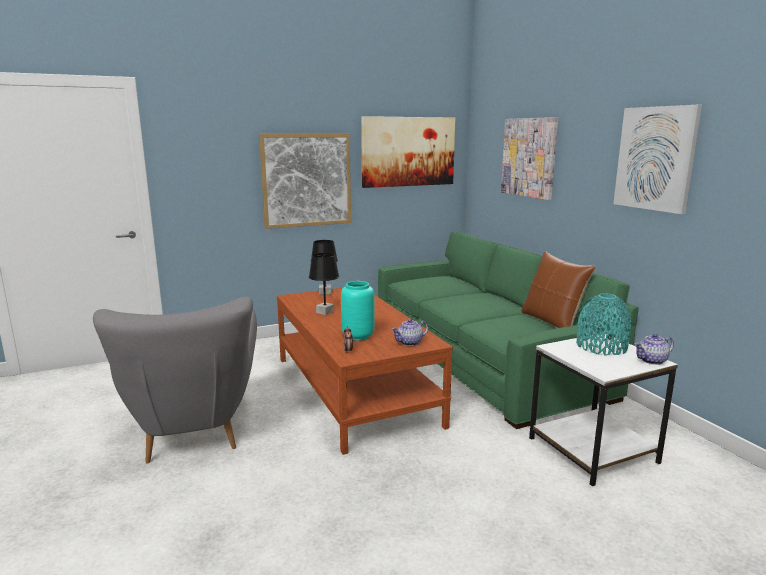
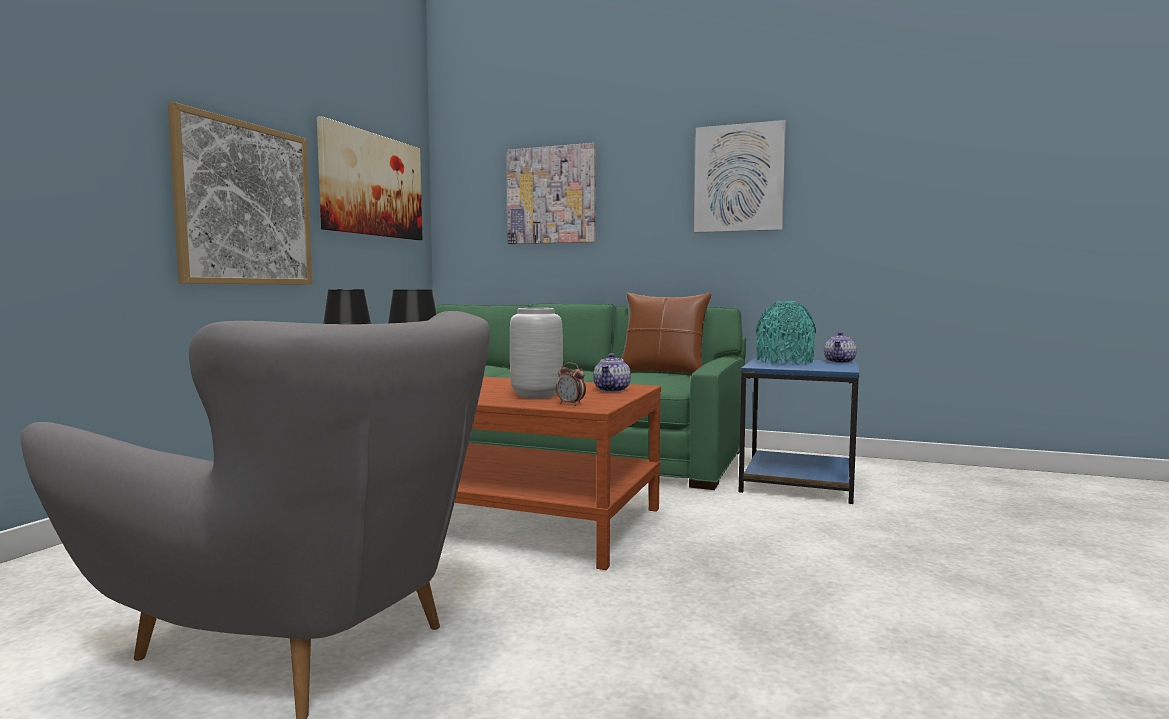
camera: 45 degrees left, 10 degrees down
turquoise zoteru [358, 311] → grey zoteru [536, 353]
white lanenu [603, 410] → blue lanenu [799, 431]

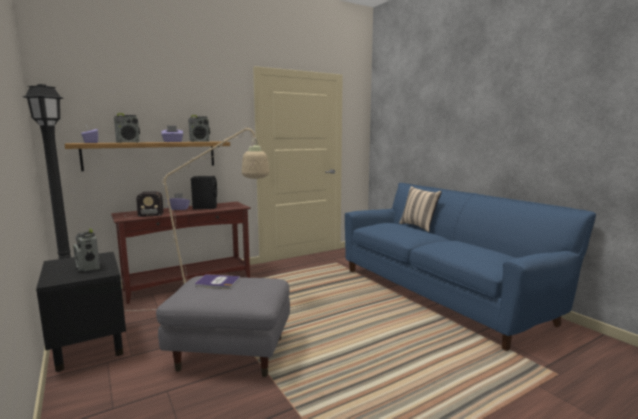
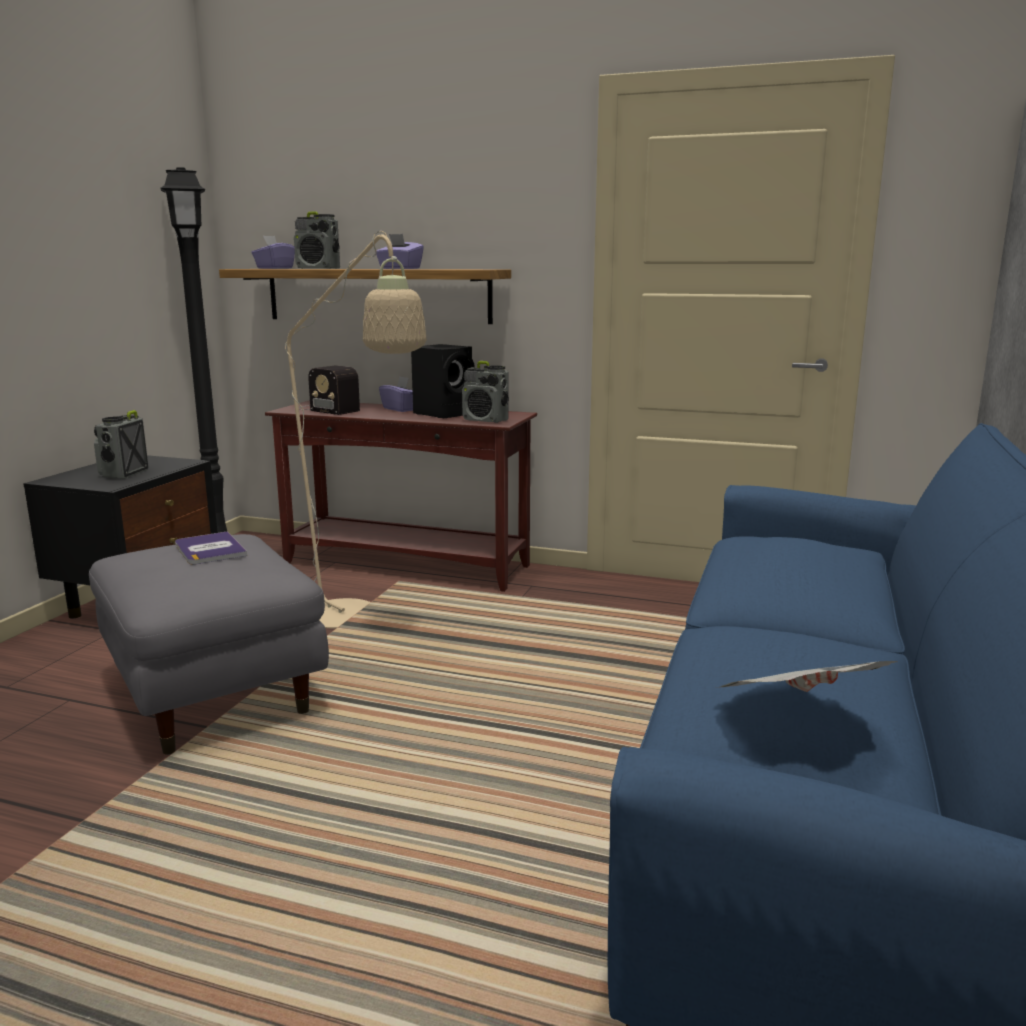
camera: 50 degrees right, 5 degrees up
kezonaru [199, 128] → kezonaru [485, 392], moved
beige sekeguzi [420, 209] → -
- → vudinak [809, 676]

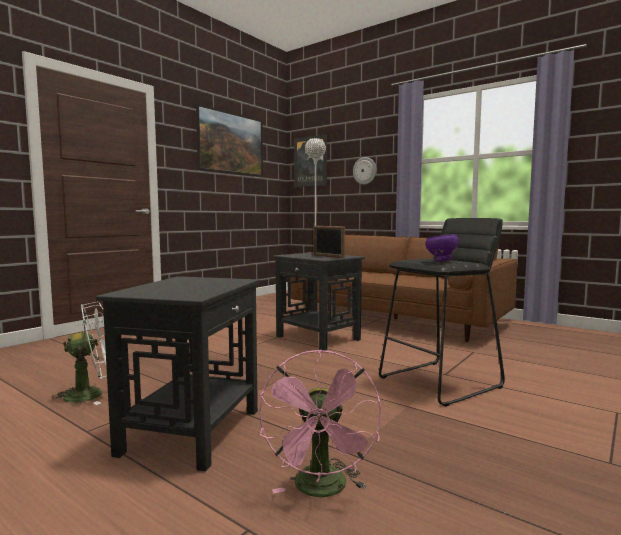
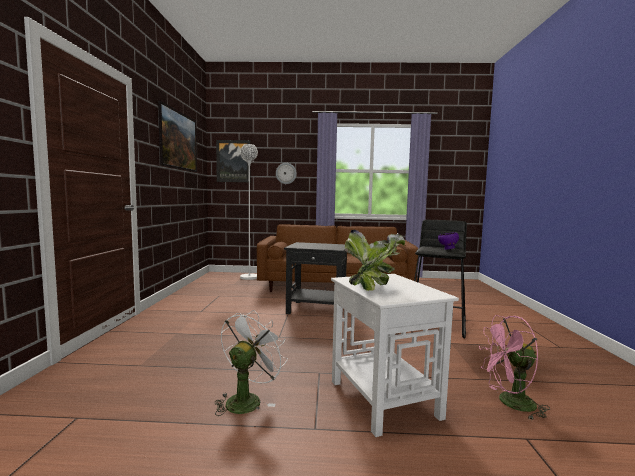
camera: 35 degrees left, 0 degrees up
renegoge [329, 242] → -
black lanenu [178, 374] → white lanenu [395, 355]
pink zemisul [320, 423] → pink zemisul [514, 367], 120 degrees clockwise
- → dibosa [375, 260]

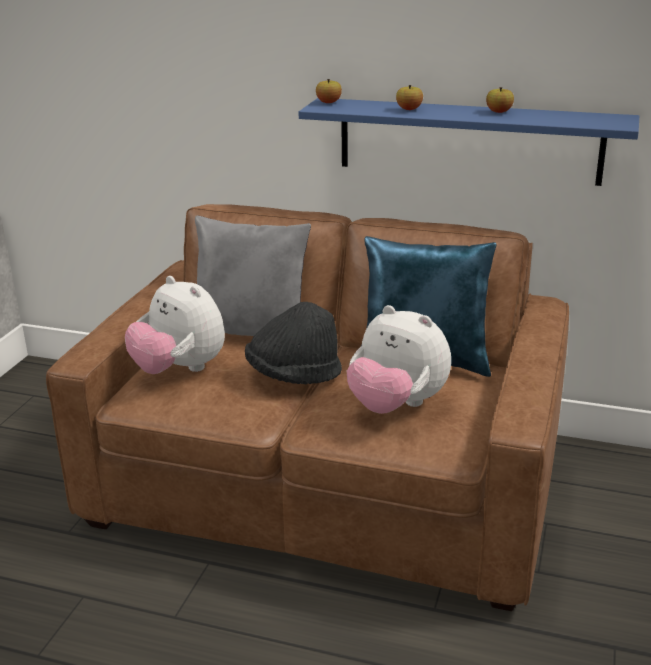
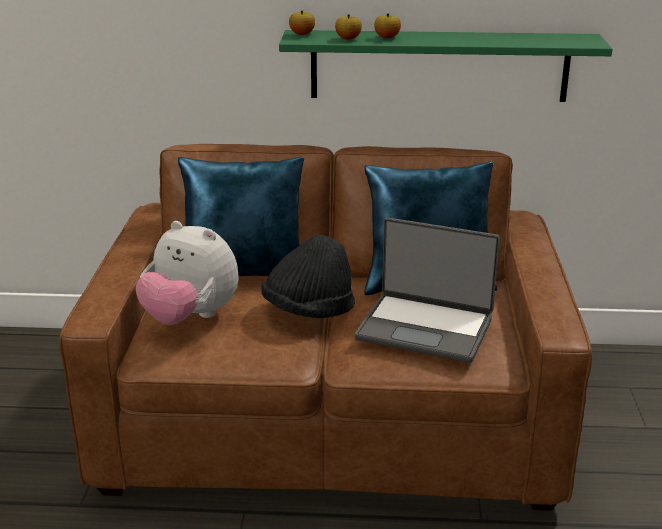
camera: 15 degrees left, 0 degrees up
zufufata [500, 100] → zufufata [348, 26], moved
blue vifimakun [469, 142] → green vifimakun [446, 66]
grey sekeguzi [253, 276] → blue sekeguzi [241, 216]
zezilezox [399, 359] → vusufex [427, 290]

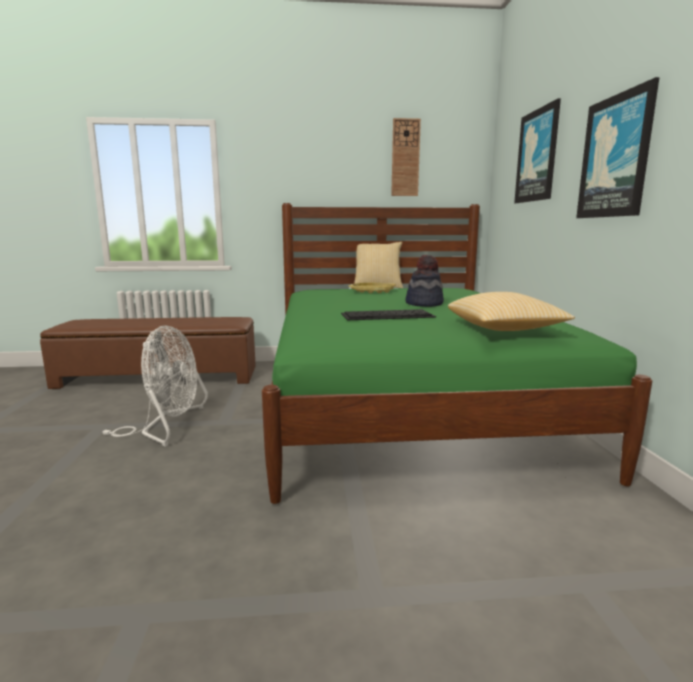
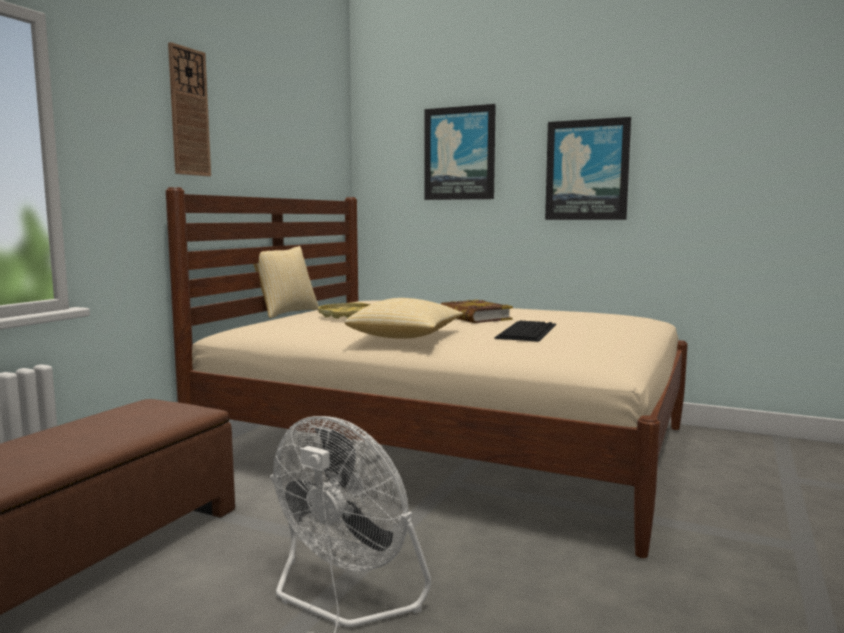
camera: 60 degrees left, 5 degrees down
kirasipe [406, 157] → kirasipe [189, 109], moved
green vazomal [457, 353] → beige vazomal [426, 372]
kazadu [425, 281] → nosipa [477, 311]
sekeguzi [511, 311] → sekeguzi [404, 318], moved

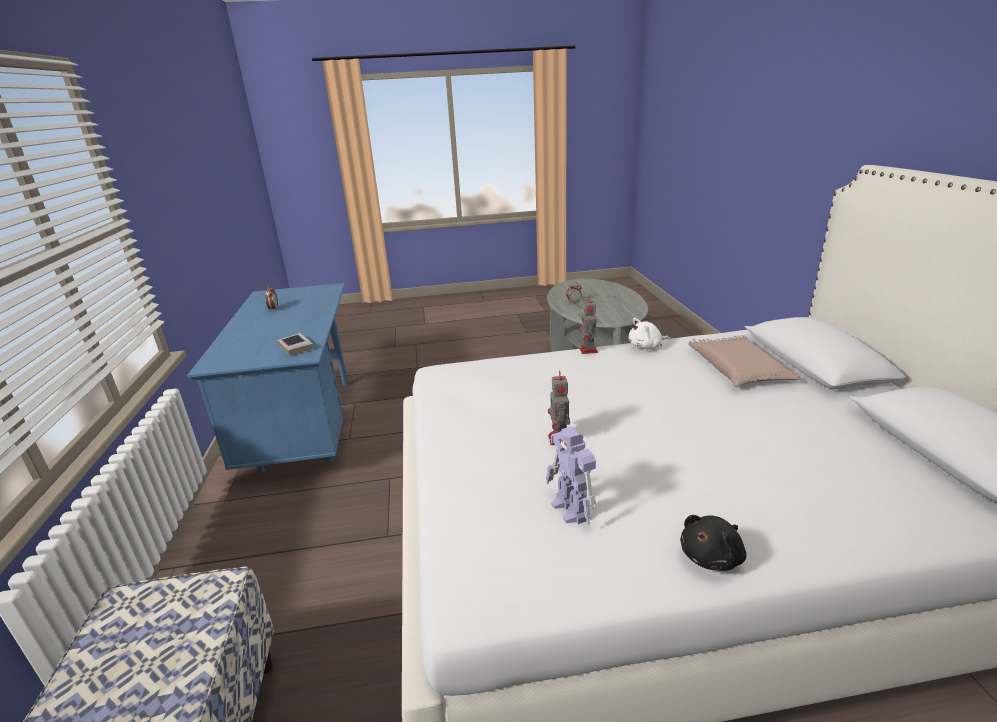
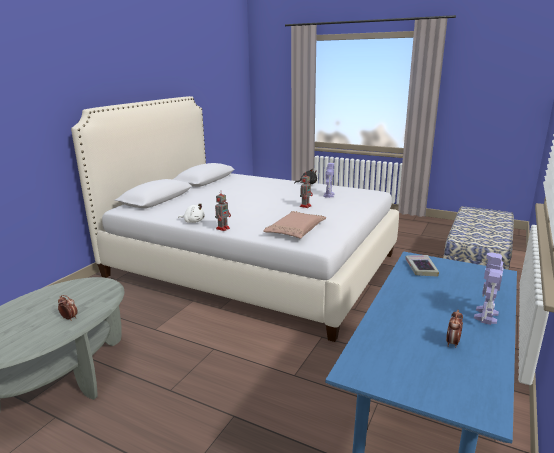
camera: 145 degrees left, 5 degrees down
beige sekeguzi [744, 360] → beige sekeguzi [294, 225], moved
- → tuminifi [489, 289]

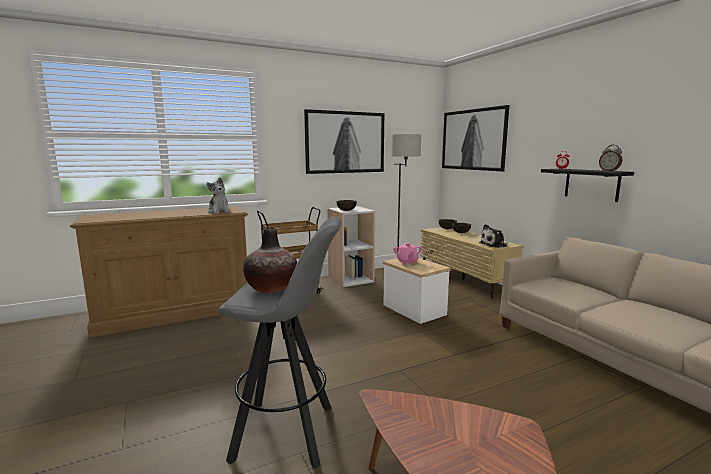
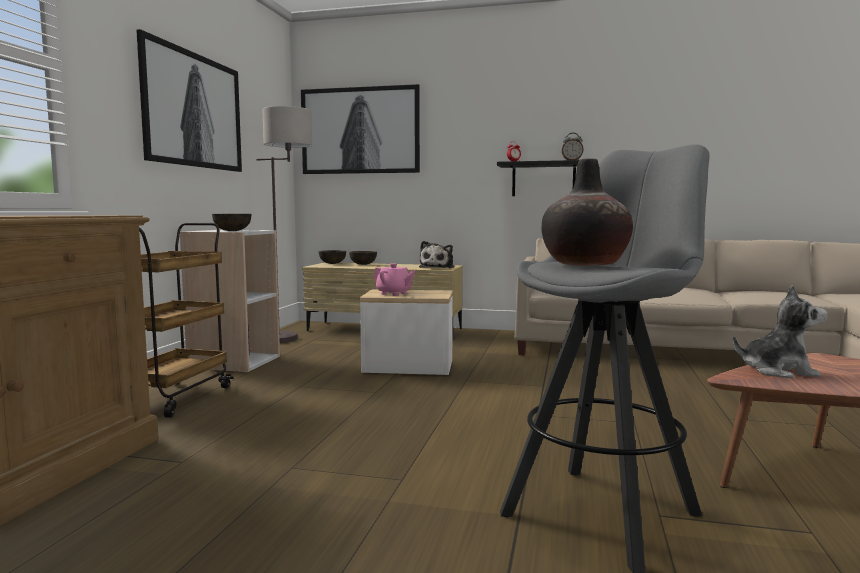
camera: 50 degrees left, 5 degrees down
zezilezox [218, 196] → zezilezox [780, 331], moved

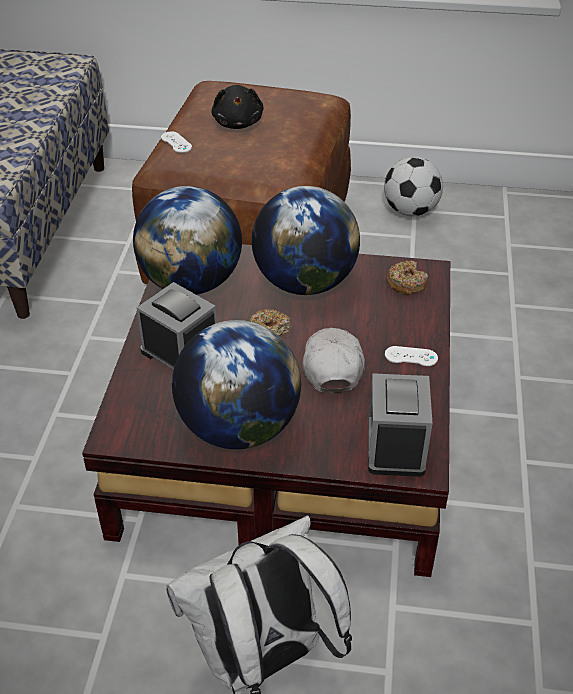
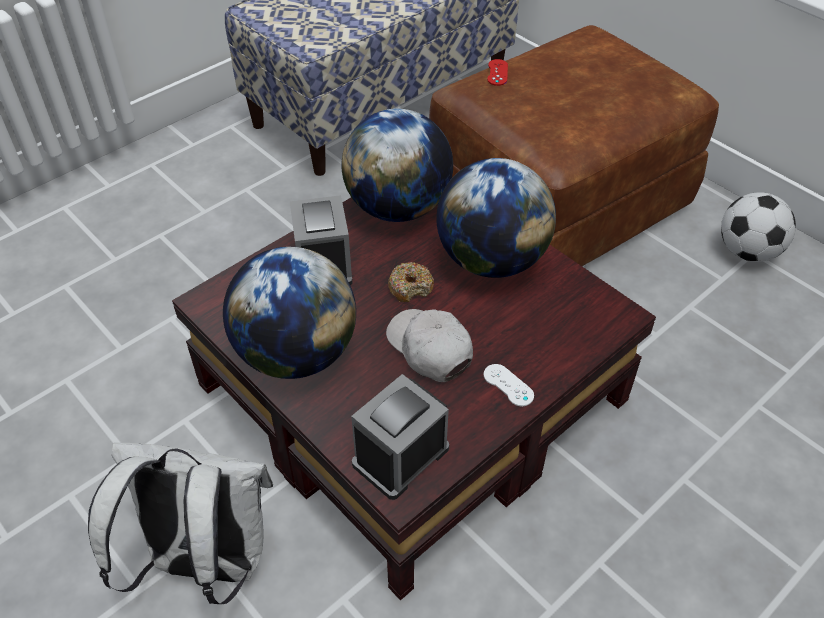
camera: 40 degrees right, 5 degrees up
black zezilezox [237, 107] → -
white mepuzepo [176, 142] → red mepuzepo [497, 72]
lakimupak [407, 278] → -
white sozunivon [334, 360] → white sozunivon [429, 345], 75 degrees counterclockwise

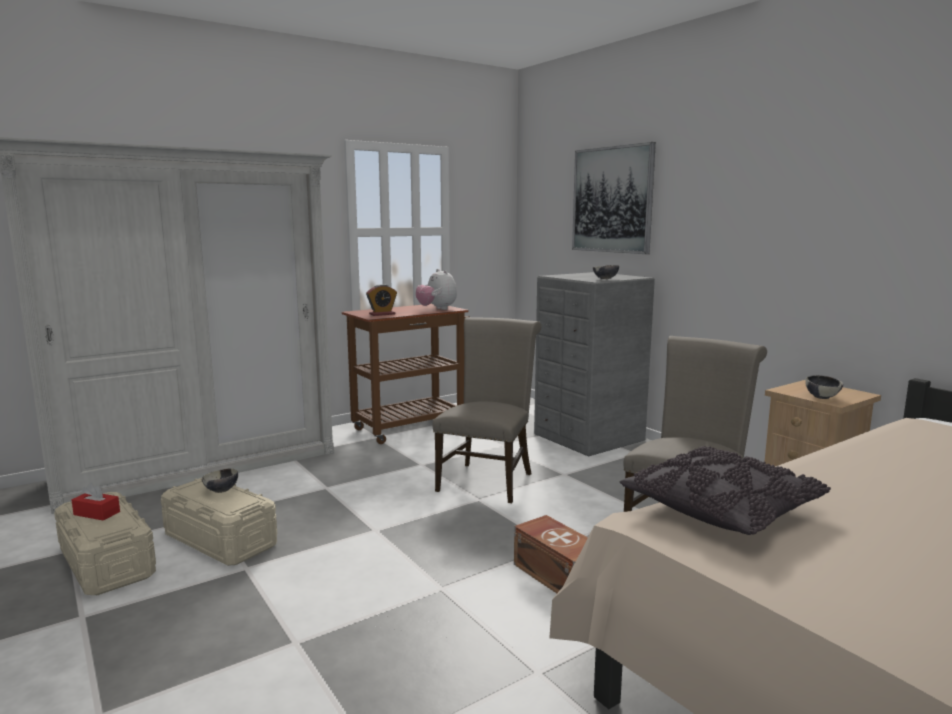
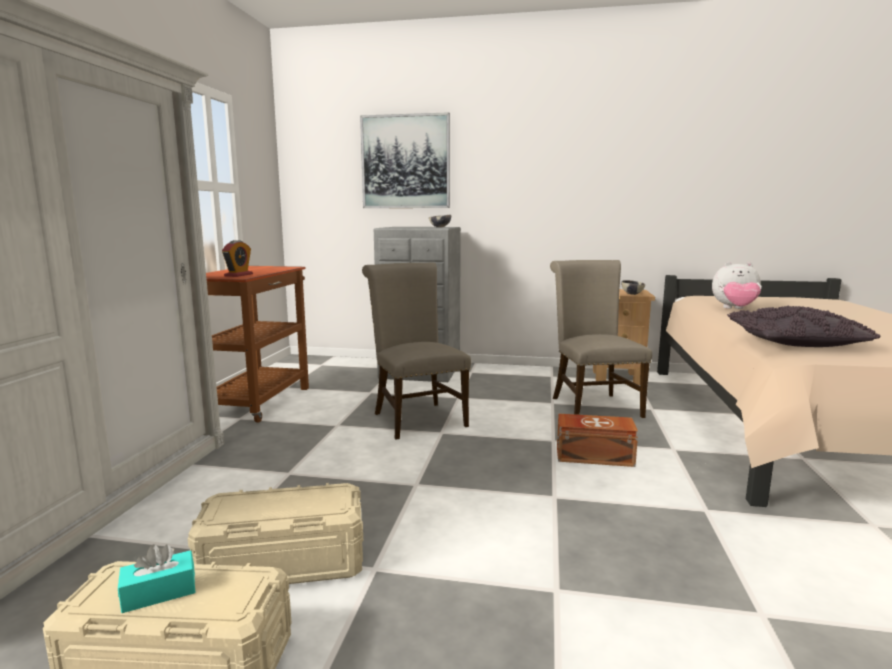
camera: 45 degrees left, 0 degrees up
zezilezox [436, 289] → zezilezox [737, 285], moved
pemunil [220, 480] → -
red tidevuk [96, 502] → turquoise tidevuk [156, 578]

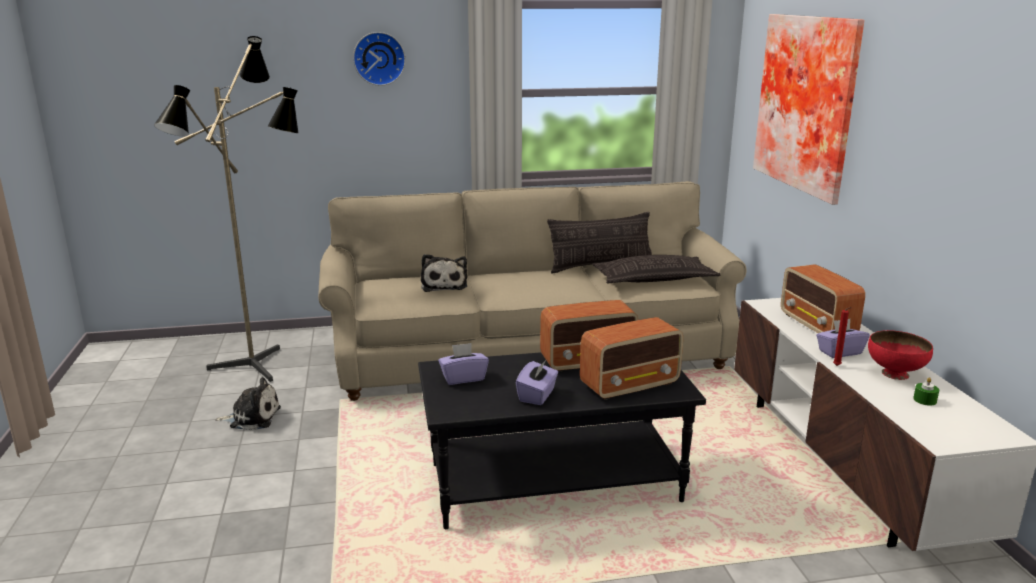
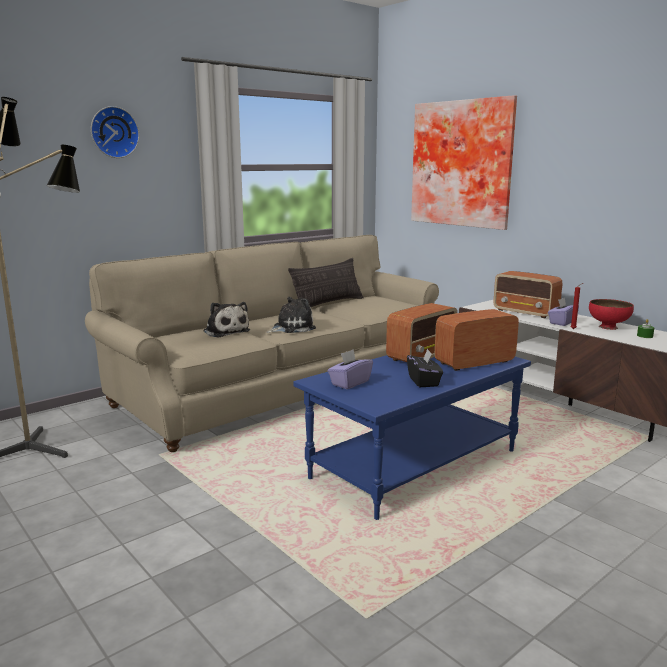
camera: 30 degrees left, 5 degrees down
sekeguzi [656, 269] → -
kezonaru [631, 358] → kezonaru [477, 340], 150 degrees counterclockwise
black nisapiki [562, 440] → blue nisapiki [412, 437]
purple tidevuk [537, 382] → black tidevuk [425, 367]
zezilezox [248, 403] → zezilezox [291, 315], moved

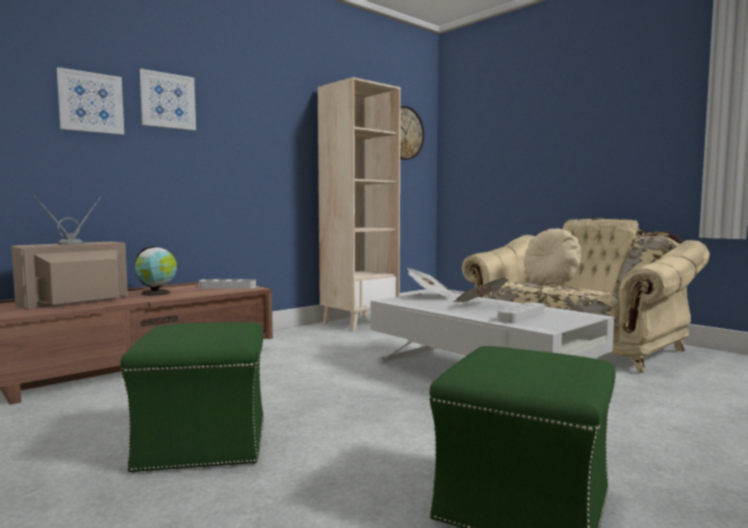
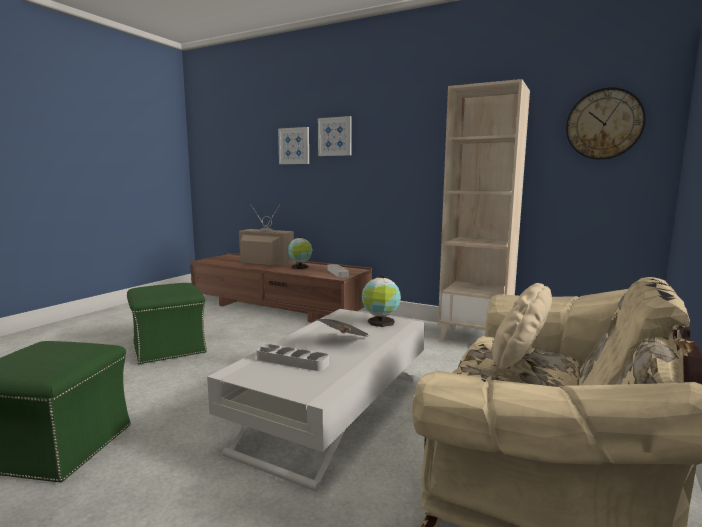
camera: 70 degrees right, 5 degrees up
vudinak [430, 283] → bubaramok [381, 301]

